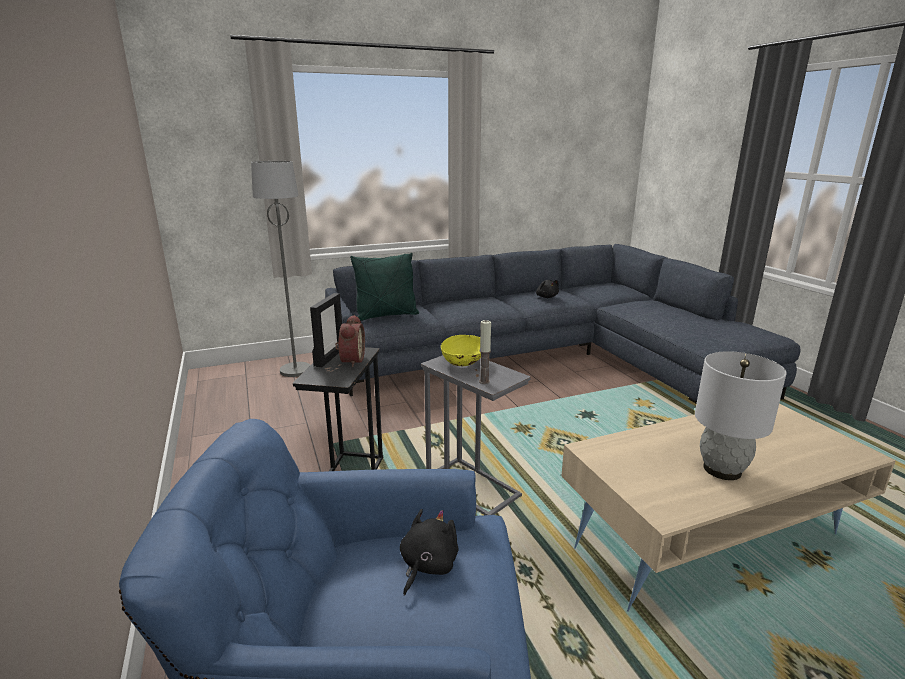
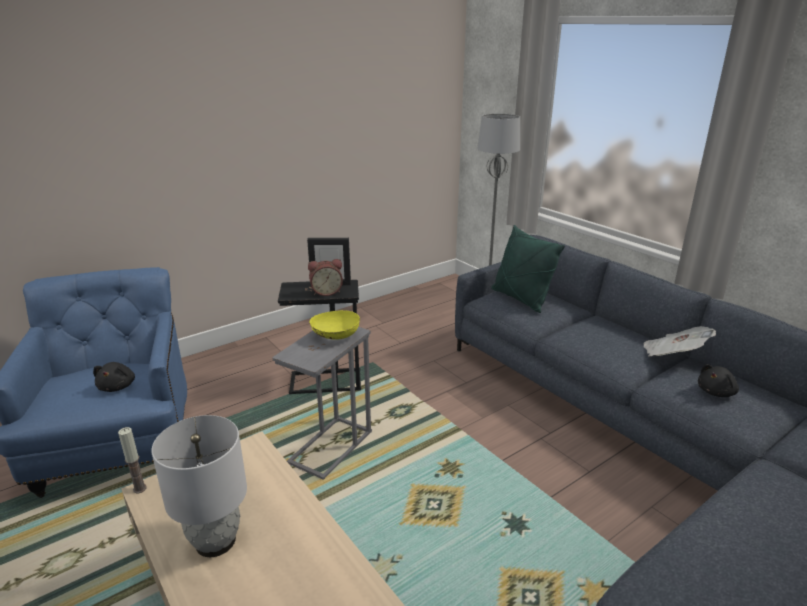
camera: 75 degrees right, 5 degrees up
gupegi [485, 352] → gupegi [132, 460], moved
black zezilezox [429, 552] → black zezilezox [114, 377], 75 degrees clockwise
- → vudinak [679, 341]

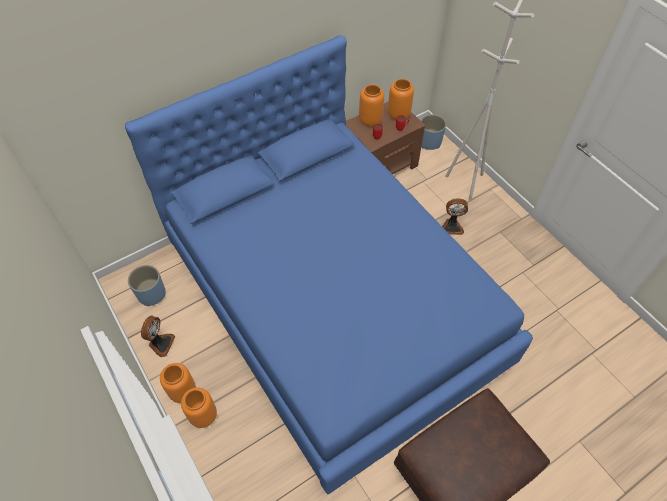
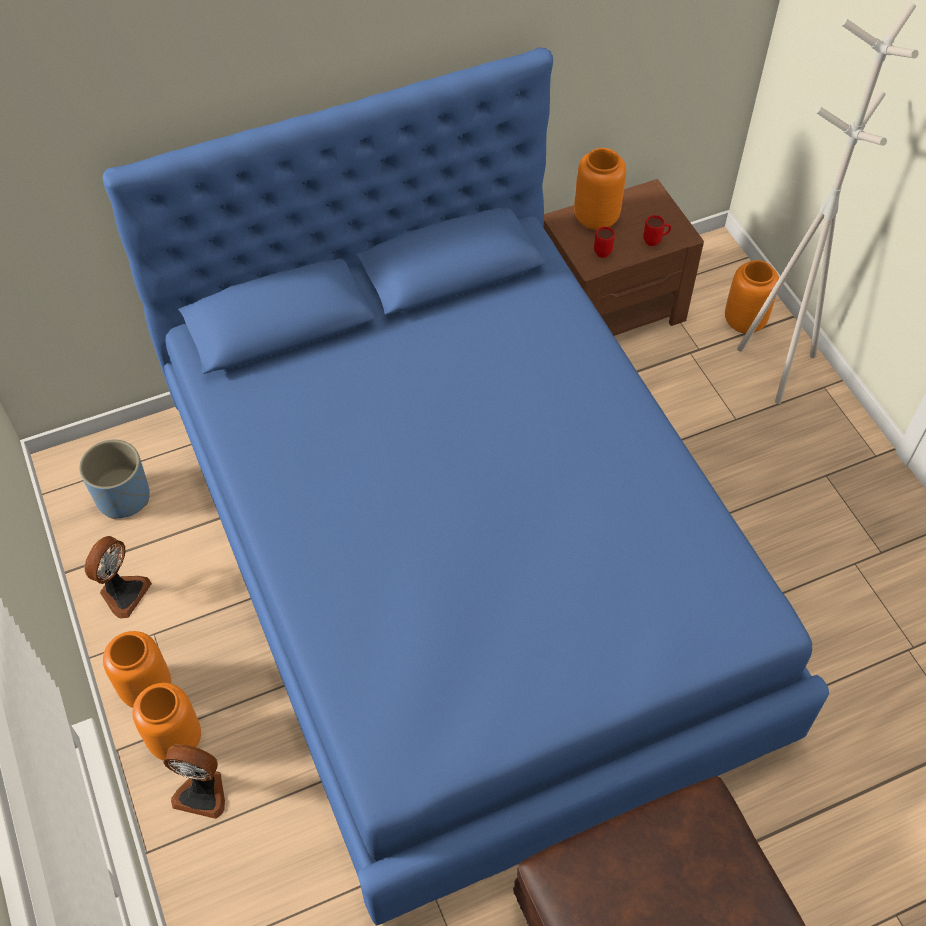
camera: 10 degrees right, 0 degrees up
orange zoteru [401, 99] → orange zoteru [752, 296], moved
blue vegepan [433, 132] → -
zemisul [455, 216] → zemisul [194, 781], moved

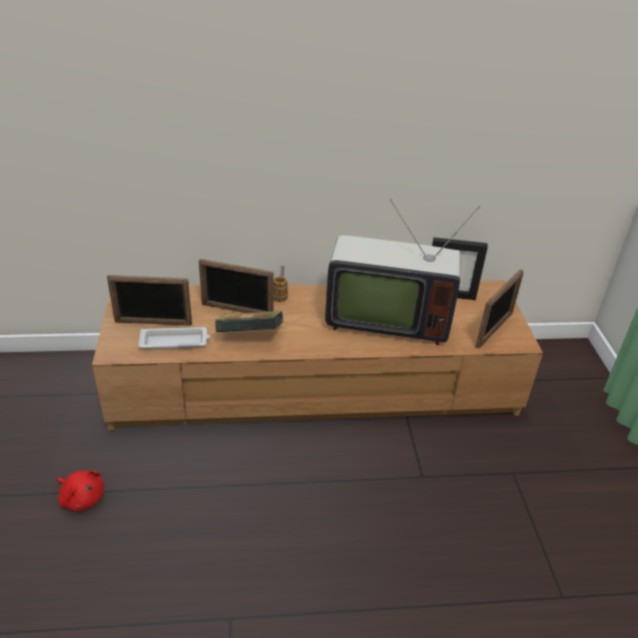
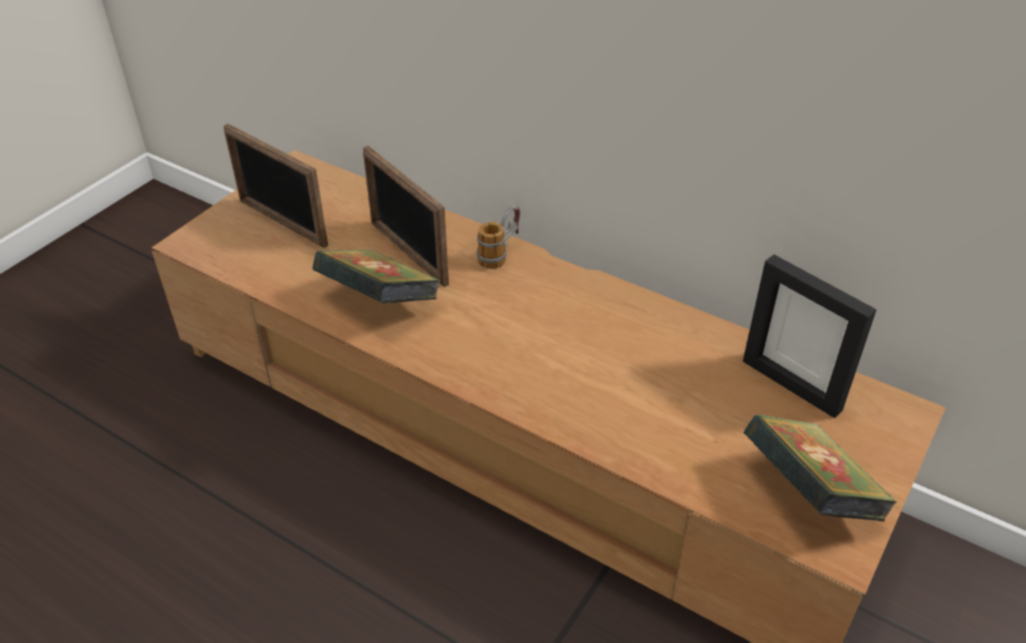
camera: 40 degrees right, 5 degrees up
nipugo [402, 272] → -
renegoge [499, 308] → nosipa [820, 468]
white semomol [174, 338] → -
red zezilezox [80, 490] → -

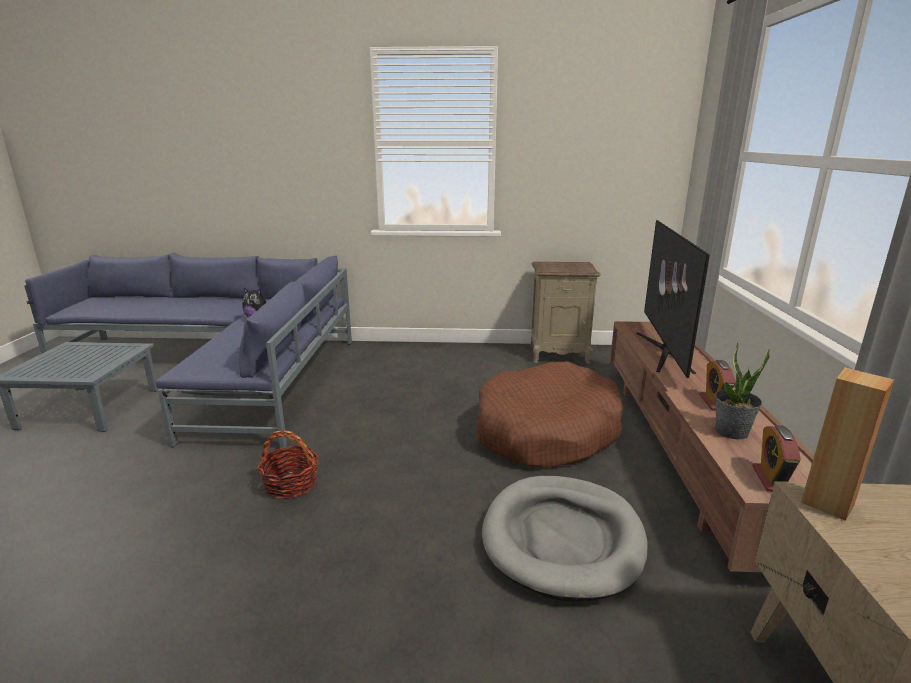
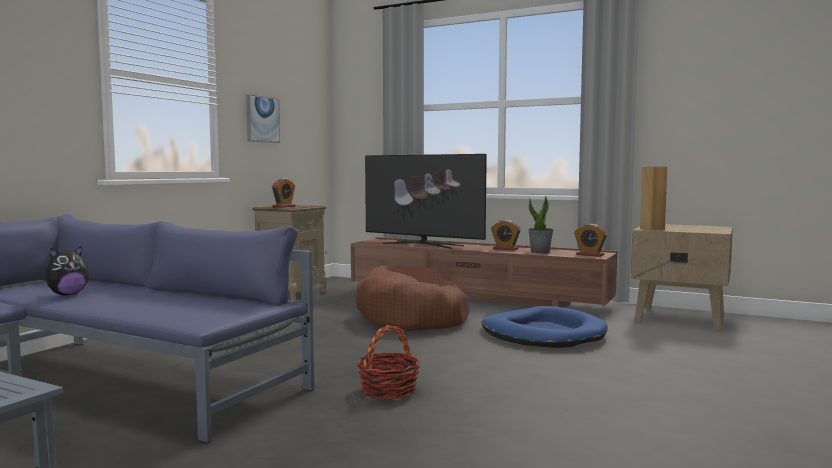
camera: 65 degrees left, 15 degrees down
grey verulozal [564, 539] → blue verulozal [544, 327]
- → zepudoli [263, 118]
- → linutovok [284, 193]

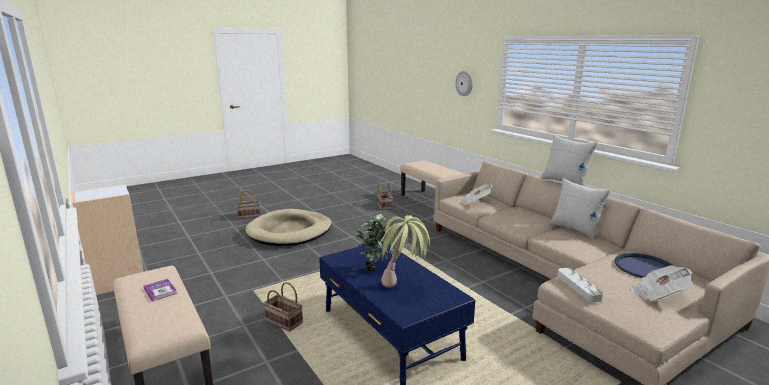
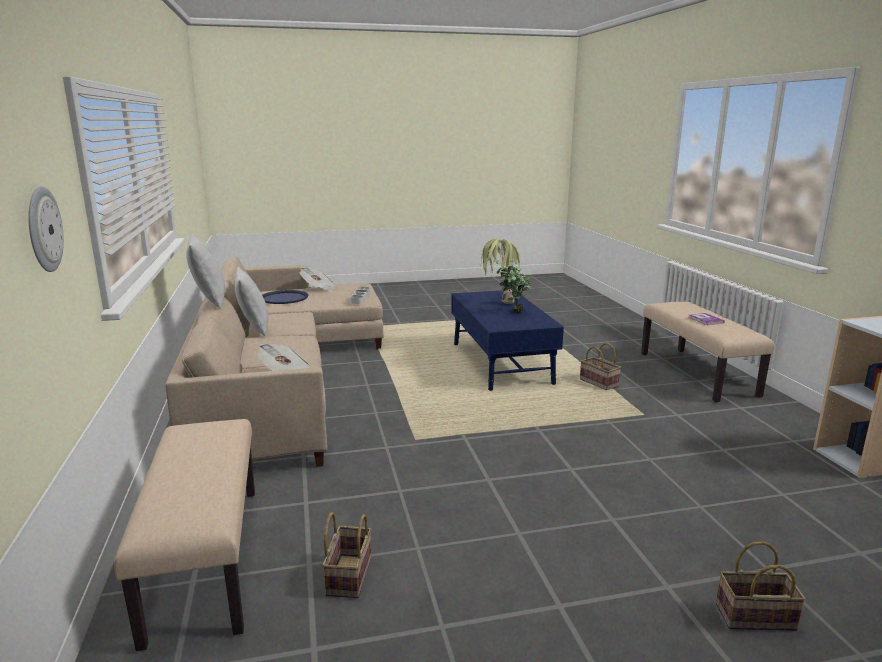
camera: 160 degrees left, 0 degrees up
beige verulozal [288, 227] → -

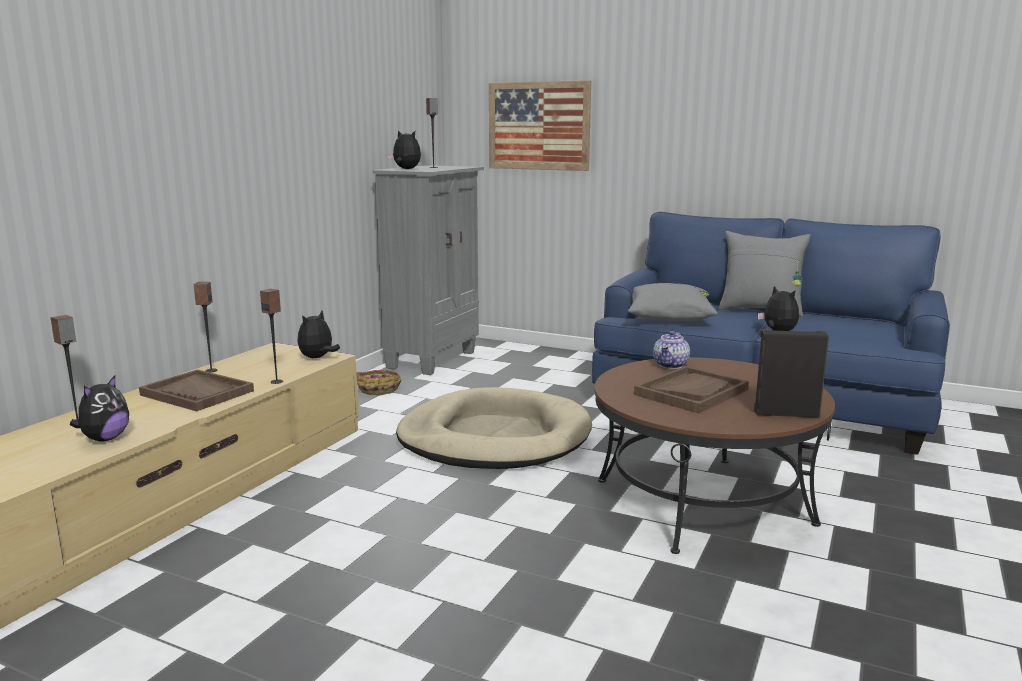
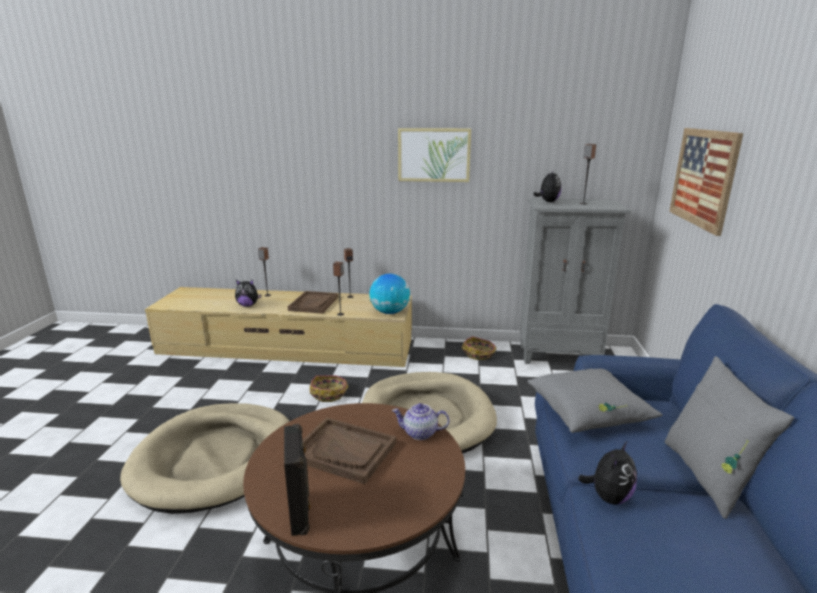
camera: 70 degrees right, 5 degrees up
zezilezox [318, 334] → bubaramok [389, 294]
- → zepudoli [434, 155]
- → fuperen [329, 388]
- → beige verulozal [204, 458]

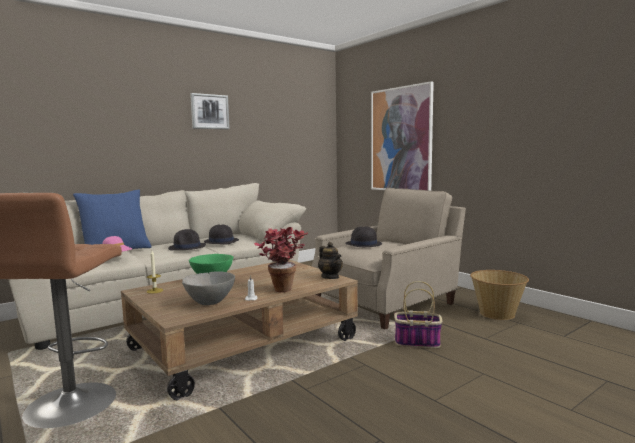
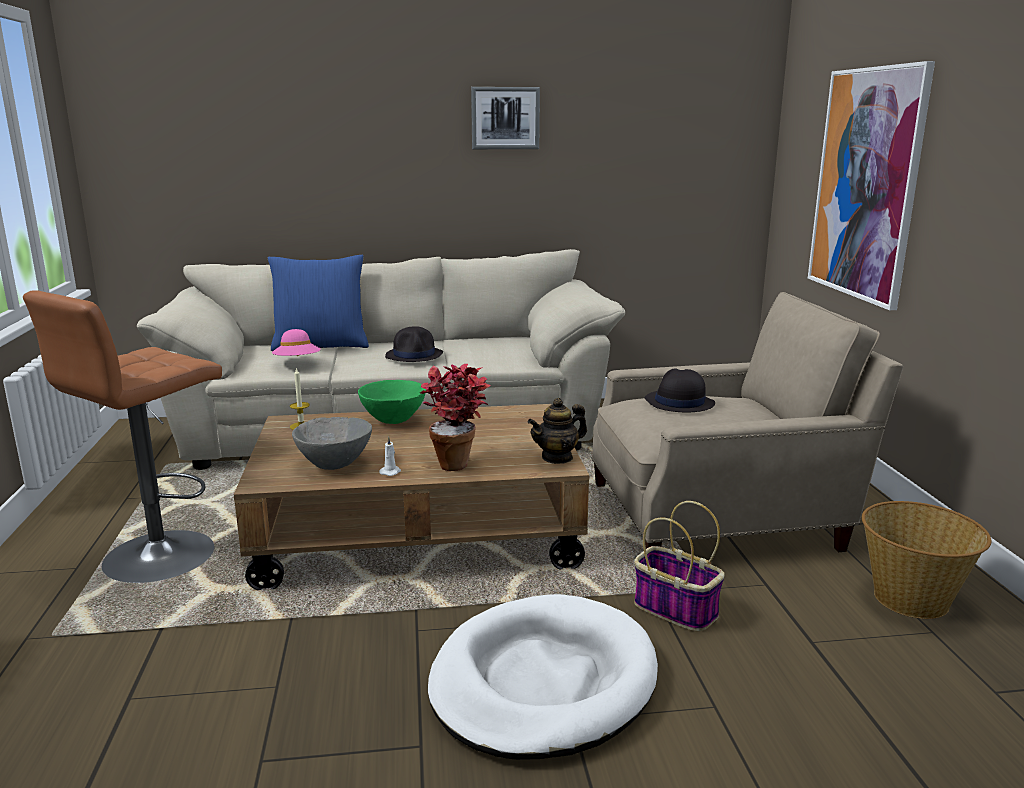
camera: 30 degrees right, 10 degrees up
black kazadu [221, 235] → -
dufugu [330, 260] → dufugu [557, 431], 60 degrees clockwise
- → white verulozal [543, 677]

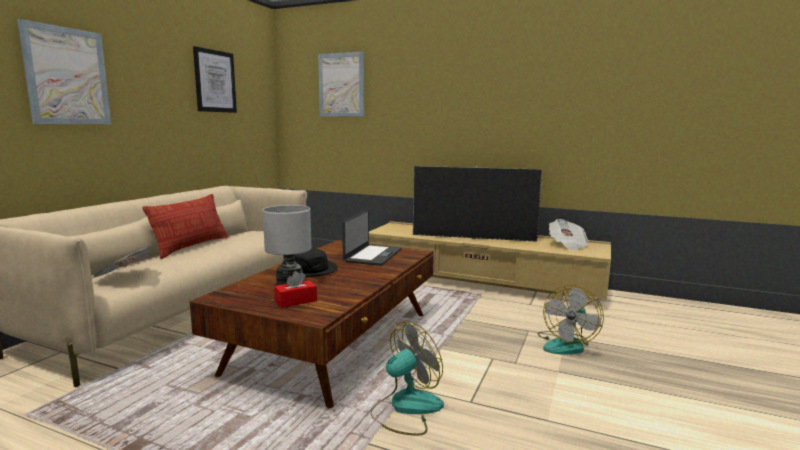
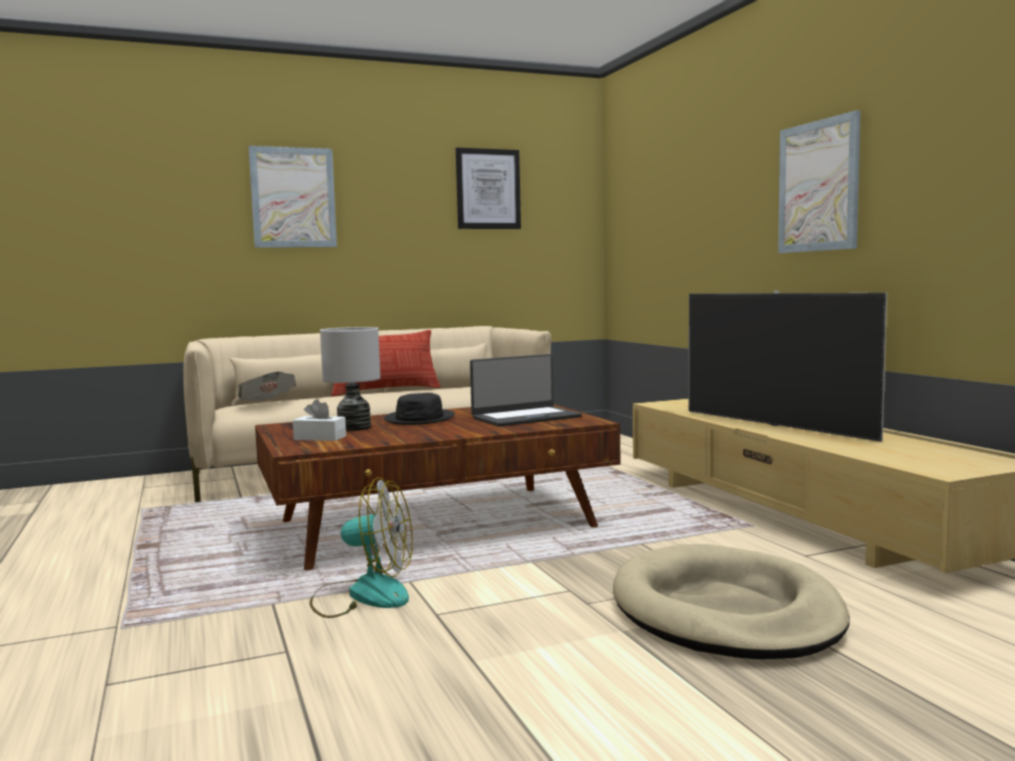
camera: 45 degrees right, 5 degrees down
zepudoli [341, 84] → zepudoli [819, 181], moved
vudinak [569, 235] → -
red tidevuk [295, 289] → white tidevuk [319, 420]
zemisul [571, 319] → beige verulozal [731, 601]

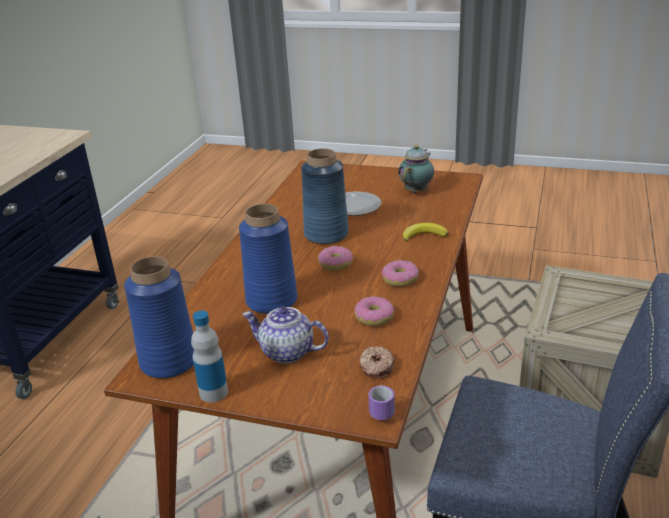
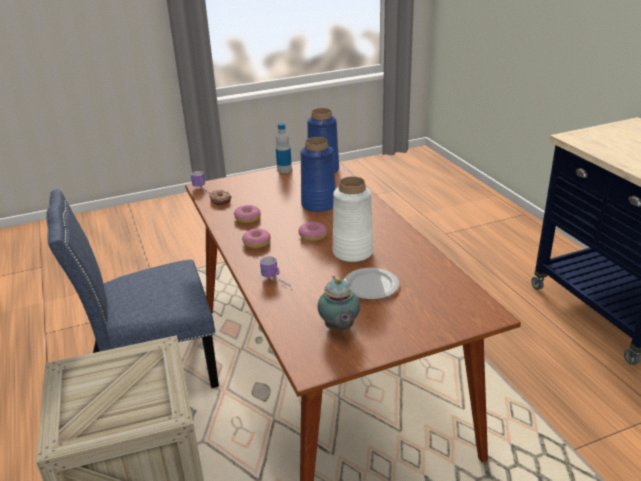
camera: 140 degrees right, 0 degrees up
blue zoteru [325, 196] → white zoteru [353, 219]
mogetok [425, 232] → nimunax [275, 271]
dufugu [285, 335] → -

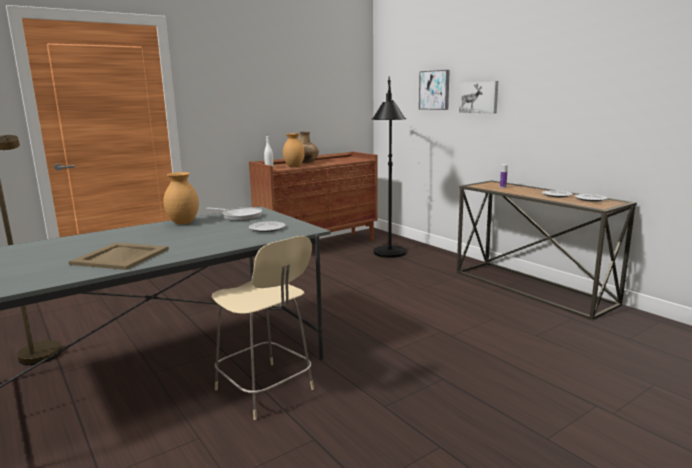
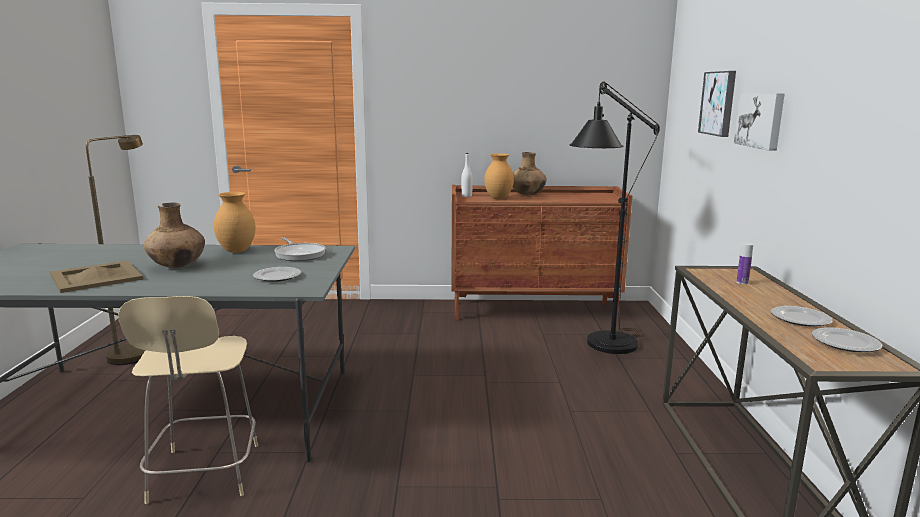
camera: 35 degrees right, 0 degrees up
- → brown zoteru [174, 235]

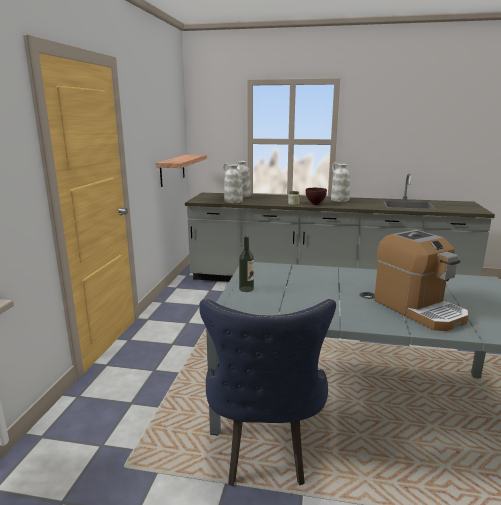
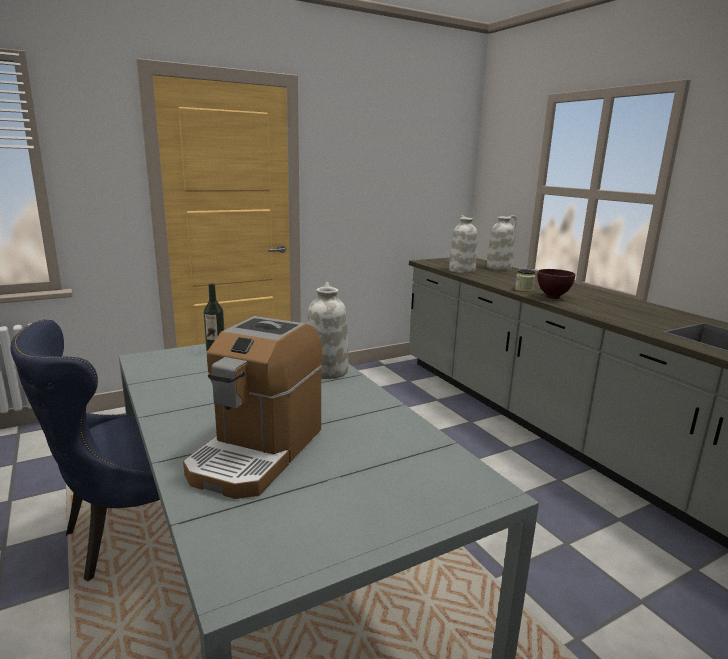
camera: 50 degrees right, 0 degrees up
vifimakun [181, 171] → -
white zoteru [340, 182] → white zoteru [327, 330], moved

